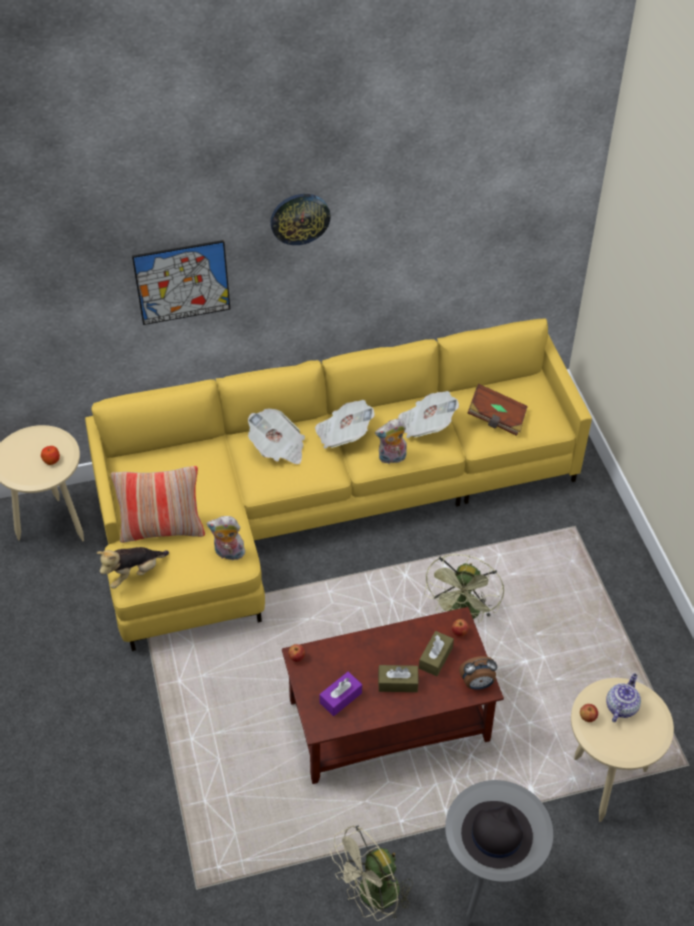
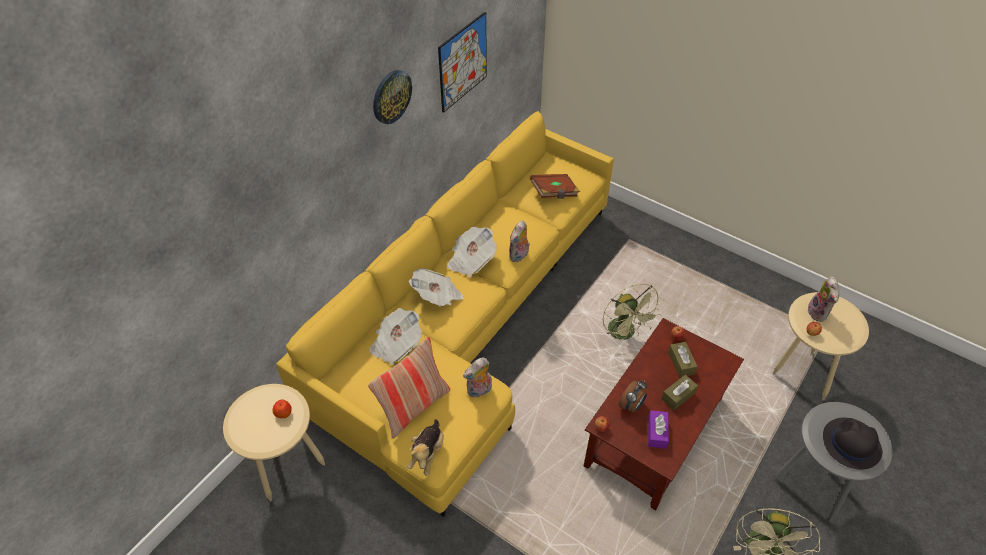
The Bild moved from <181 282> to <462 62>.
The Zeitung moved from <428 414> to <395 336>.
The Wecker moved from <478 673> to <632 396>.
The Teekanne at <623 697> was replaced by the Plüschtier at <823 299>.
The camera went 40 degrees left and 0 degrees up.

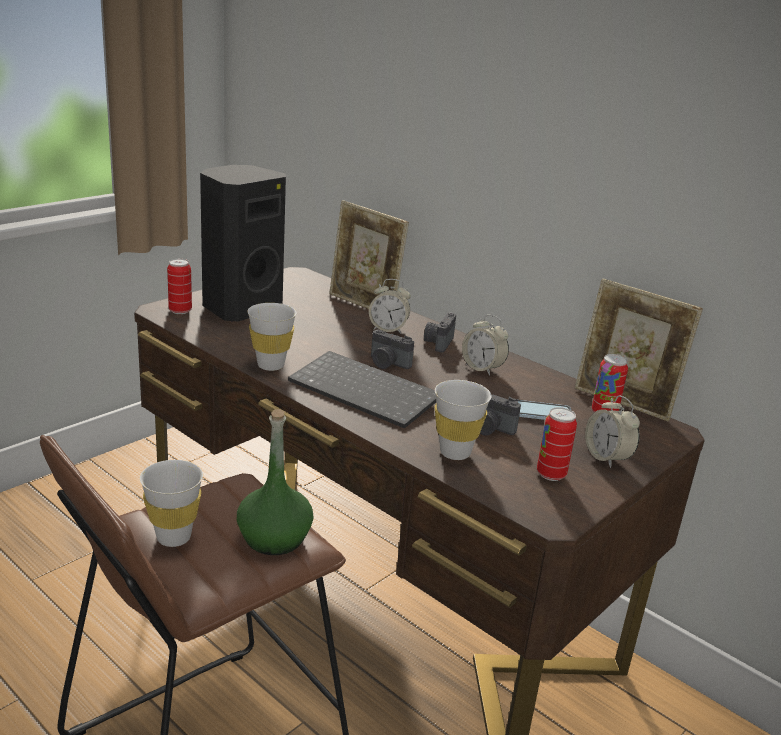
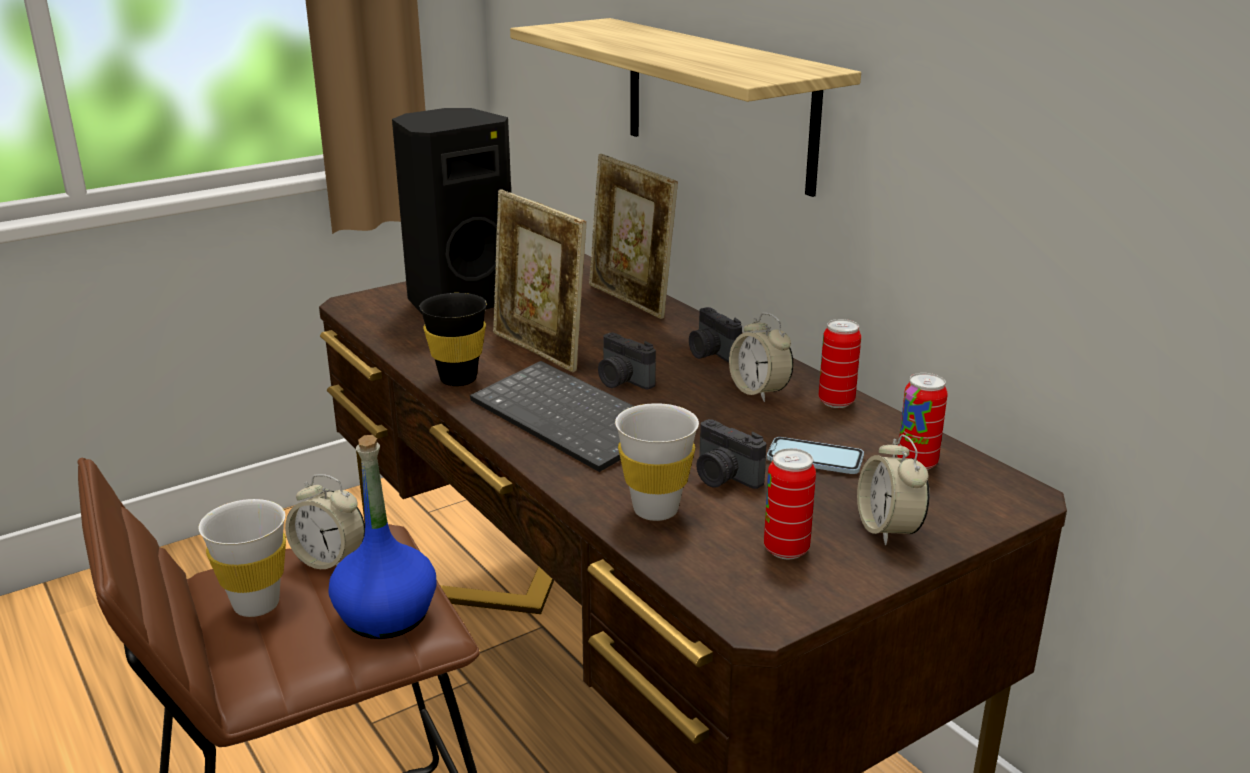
The Dose moved from <179 286> to <839 363>.
The Wecker moved from <390 306> to <325 521>.
The Bilderrahmen moved from <639 350> to <539 280>.
The Tasse [weiß] at <272 337> became the Tasse [schwarz] at <453 339>.
The Kamera at <440 332> turned 60 degrees counterclockwise.
The Flasche [grün] at <275 482> became the Flasche [blau] at <382 537>.
The Wandregal at <685 107> appeared.
The camera went 15 degrees right and 0 degrees up.

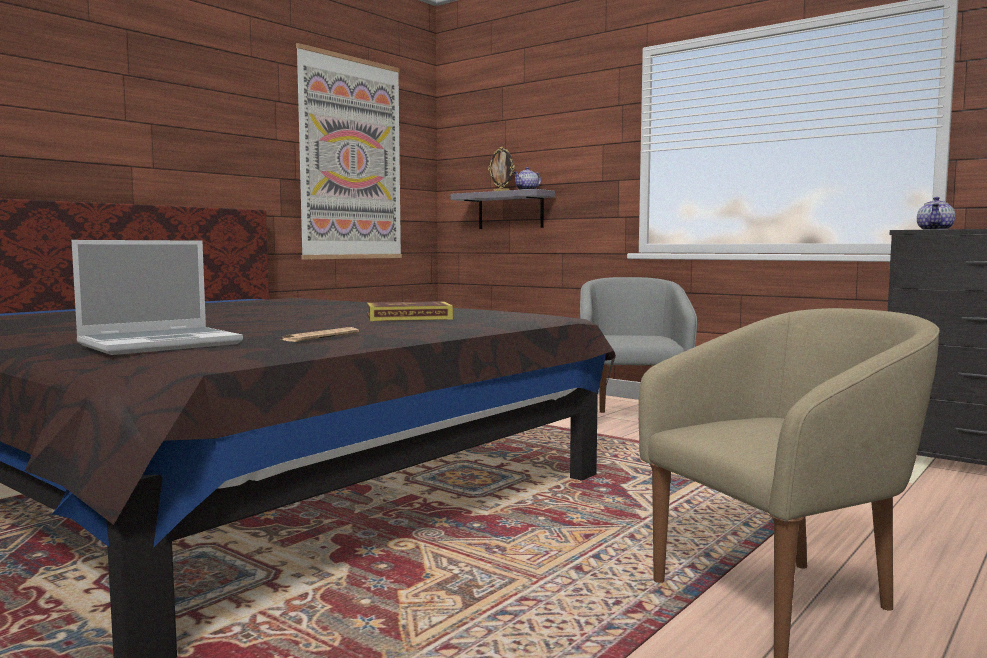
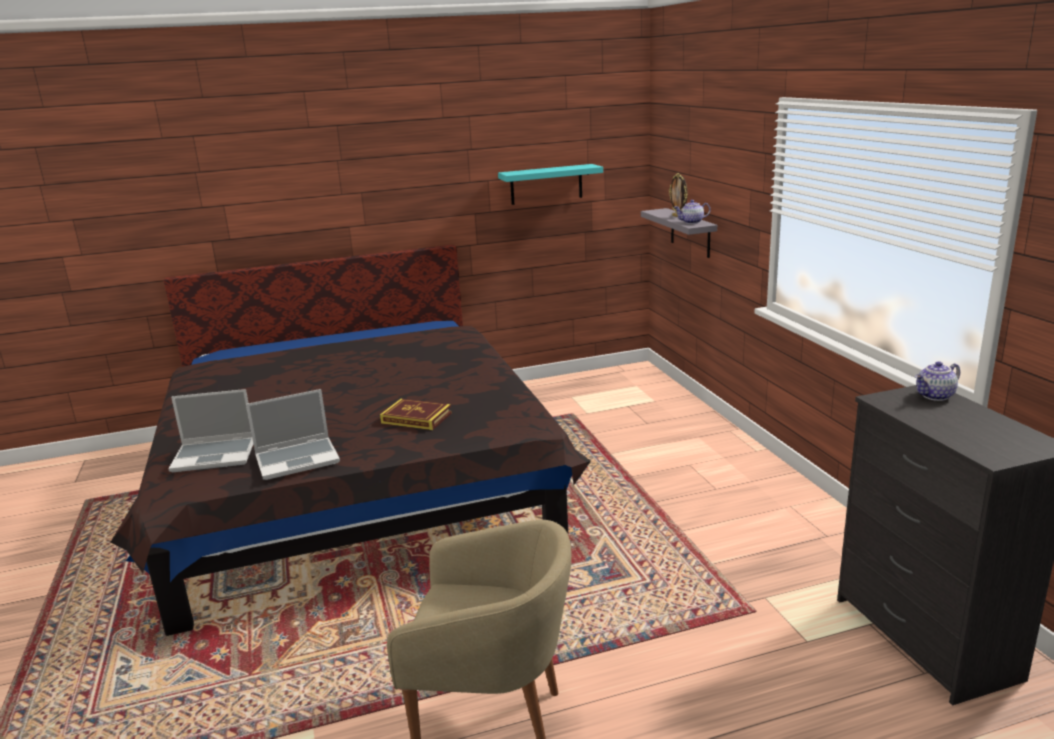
The Bild at <349 151> was replaced by the Wandregal [türkis] at <550 184>.
The Sessel [grau] at <638 345> disappeared.
The Zeitung at <320 334> was replaced by the Laptop at <293 434>.
The camera went 35 degrees right and 15 degrees up.

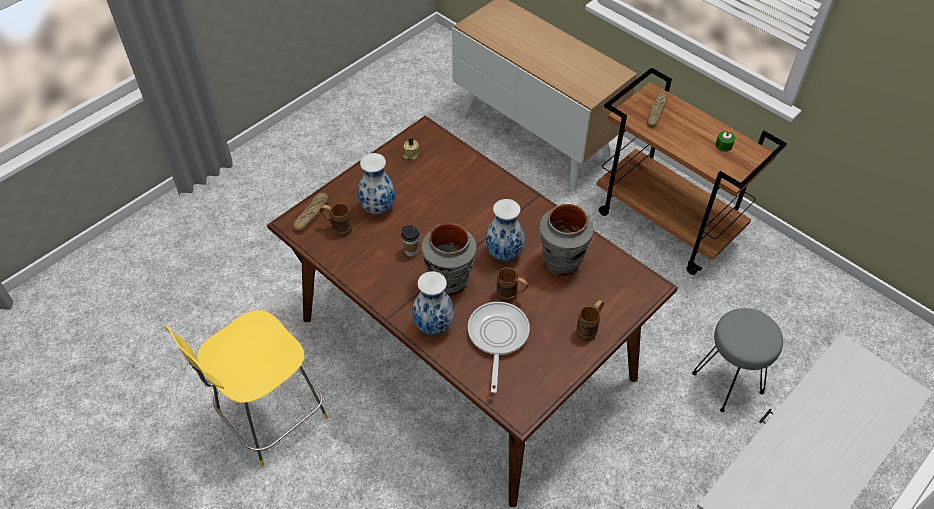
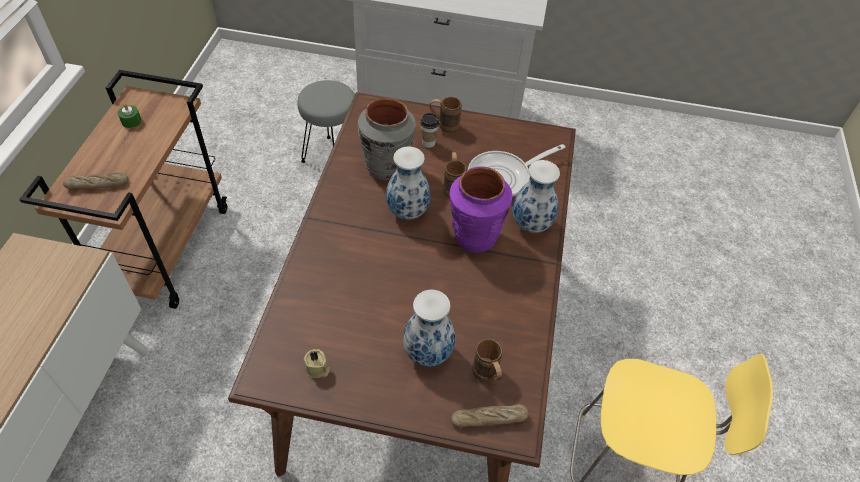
The Vase [grau] at <449 259> became the Vase [lila] at <480 209>.
The Tasse moved from <410 241> to <429 130>.
The camera went 125 degrees left and 0 degrees up.

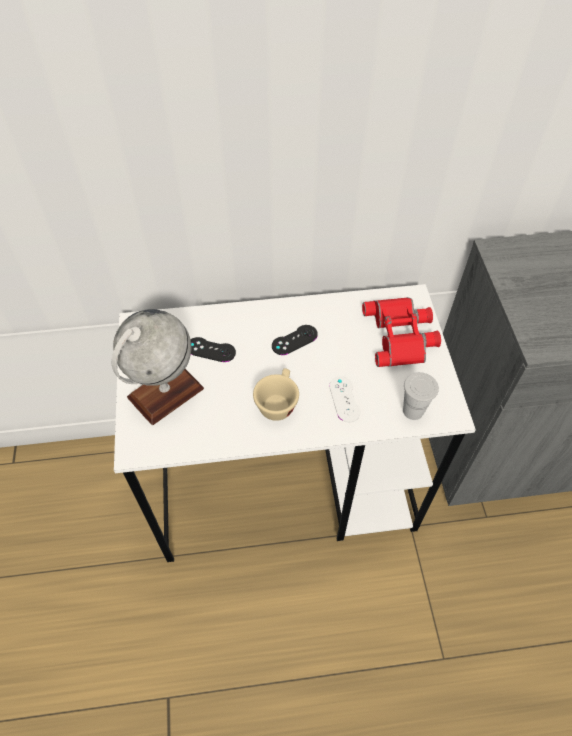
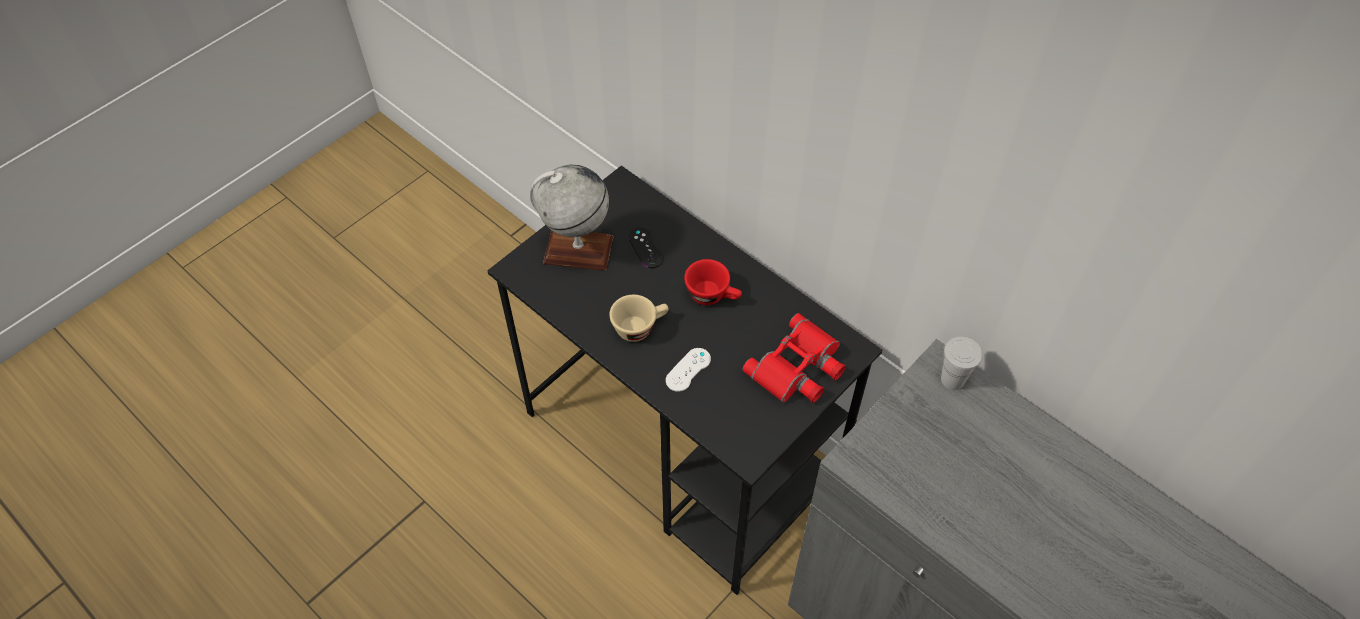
The Schreibtisch [weiß] at <295 423> became the Schreibtisch [schwarz] at <684 380>.
The Gamepad [schwarz] at <295 340> was replaced by the Tasse [rot] at <713 282>.
The Tasse [weiß] moved from <421 396> to <962 363>.
The camera went 50 degrees right and 0 degrees up.

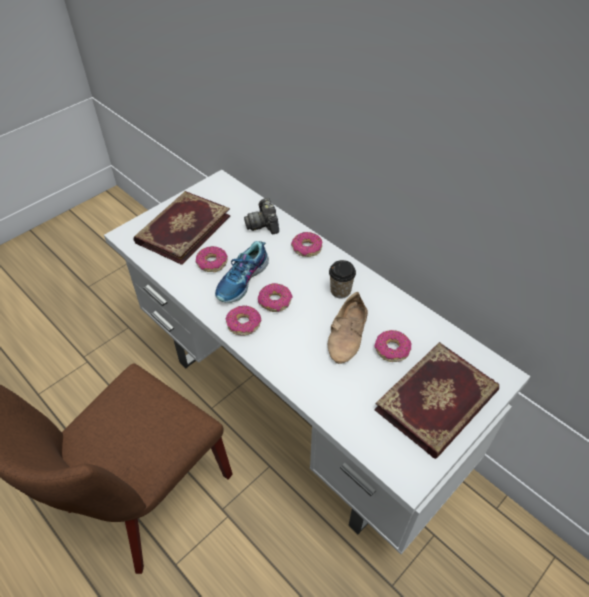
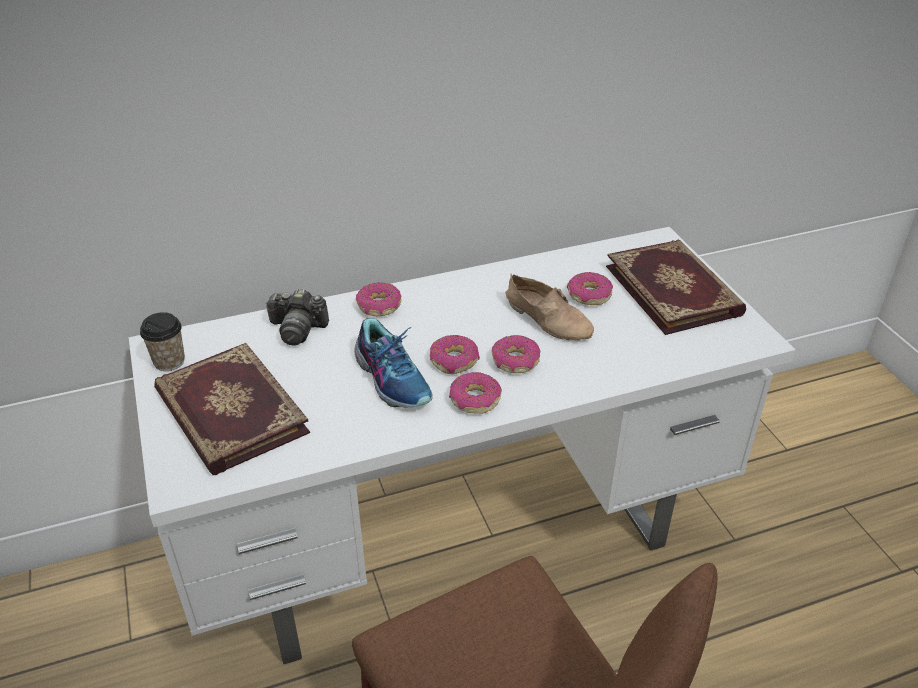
The Donut moved from <212 259> to <516 354>.
The Tasse moved from <342 279> to <162 341>.
The camera went 65 degrees left and 10 degrees down.

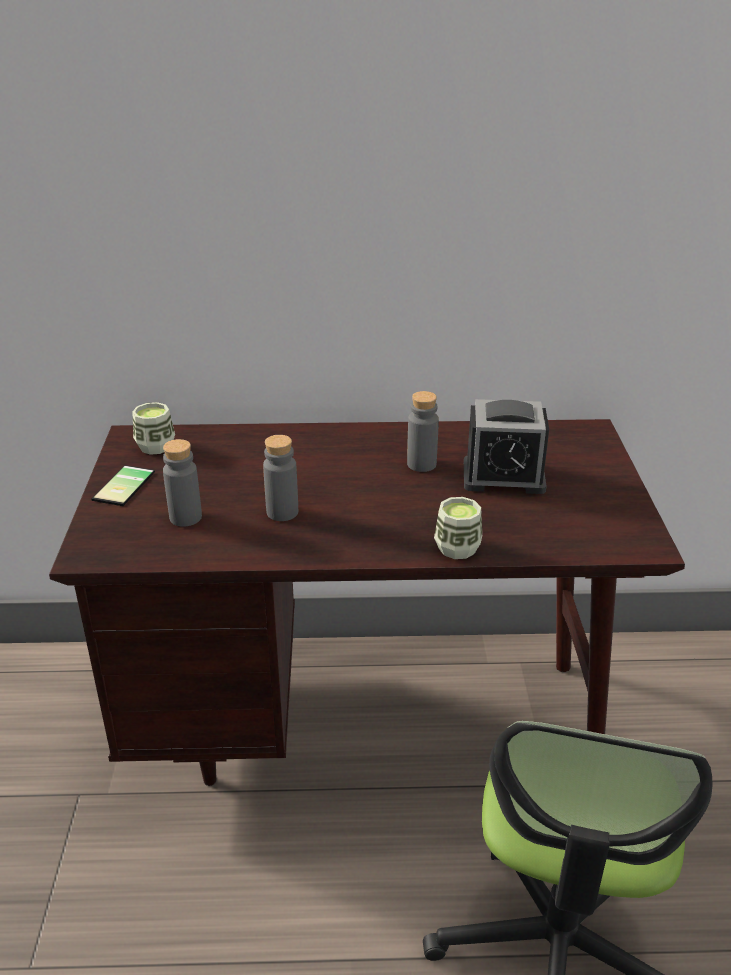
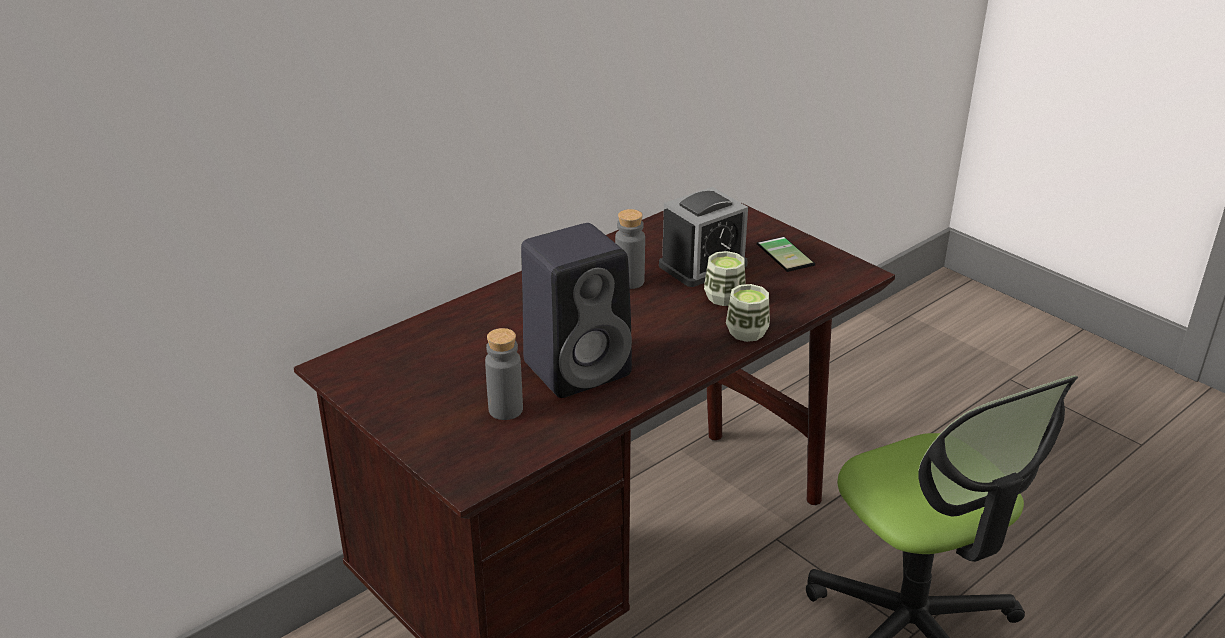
The Tasse moved from <153 428> to <725 278>.
The Flasche [grau] at <280 478> was replaced by the Lautsprecher [schwarz] at <576 310>.
The Handy moved from <123 485> to <786 254>.
The camera went 40 degrees left and 0 degrees up.

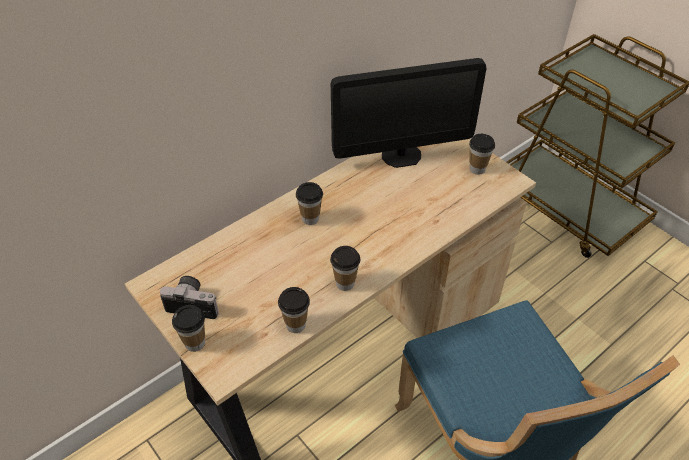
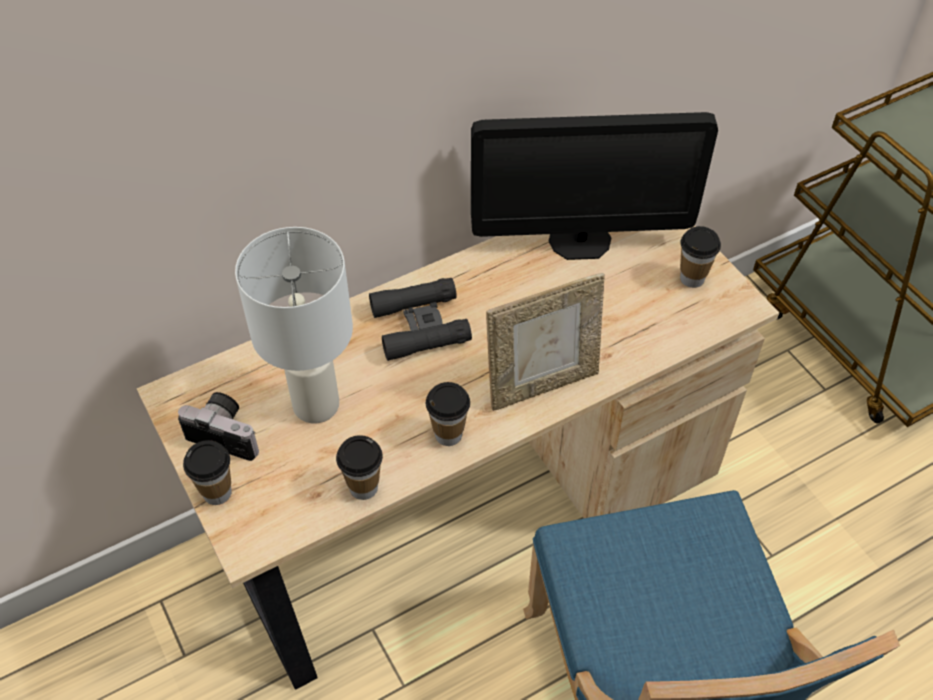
The Tasse at <309 203> was replaced by the Fernglas [schwarz] at <420 319>.
The Tischlampe [weiß] at <294 325> appeared.
The Bilderrahmen at <545 342> appeared.
The camera went 10 degrees right and 5 degrees up.

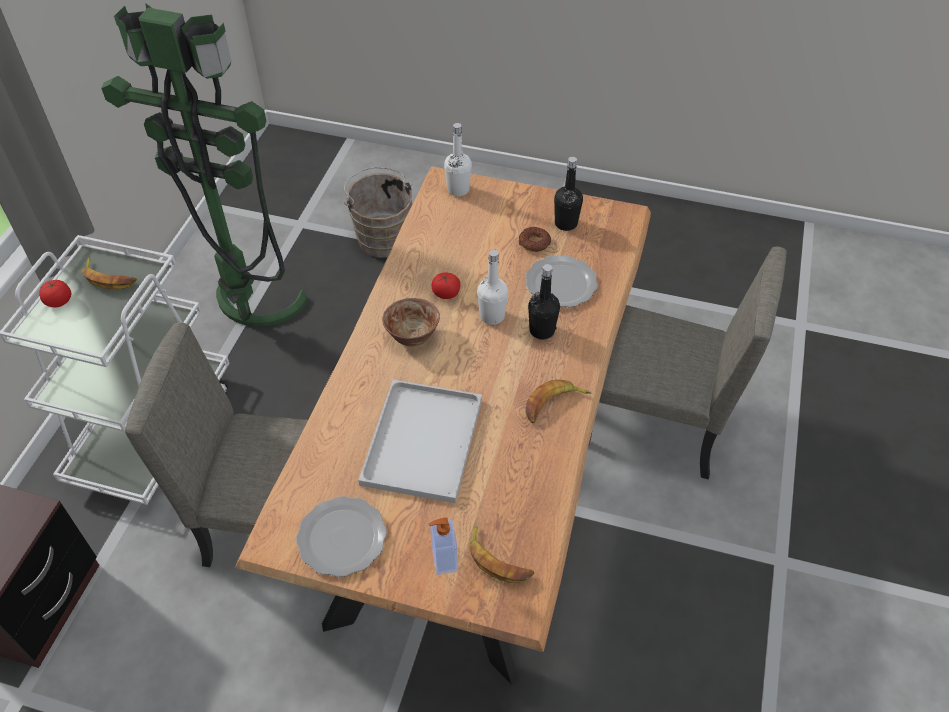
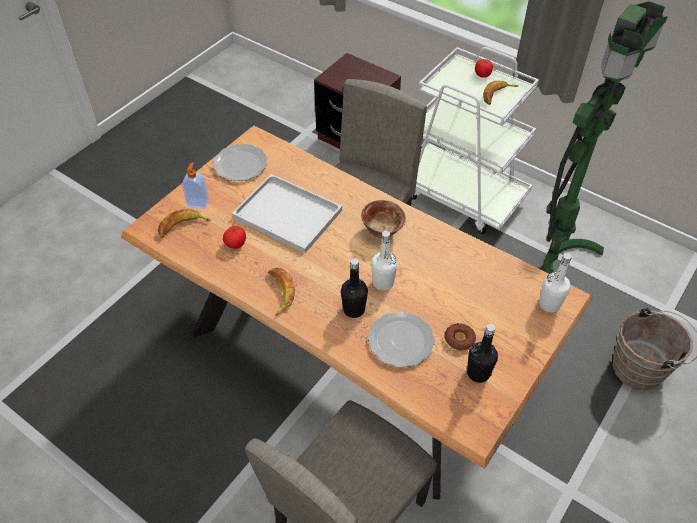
The Tomate moved from <446 285> to <234 237>.
The camera went 110 degrees right and 0 degrees up.

